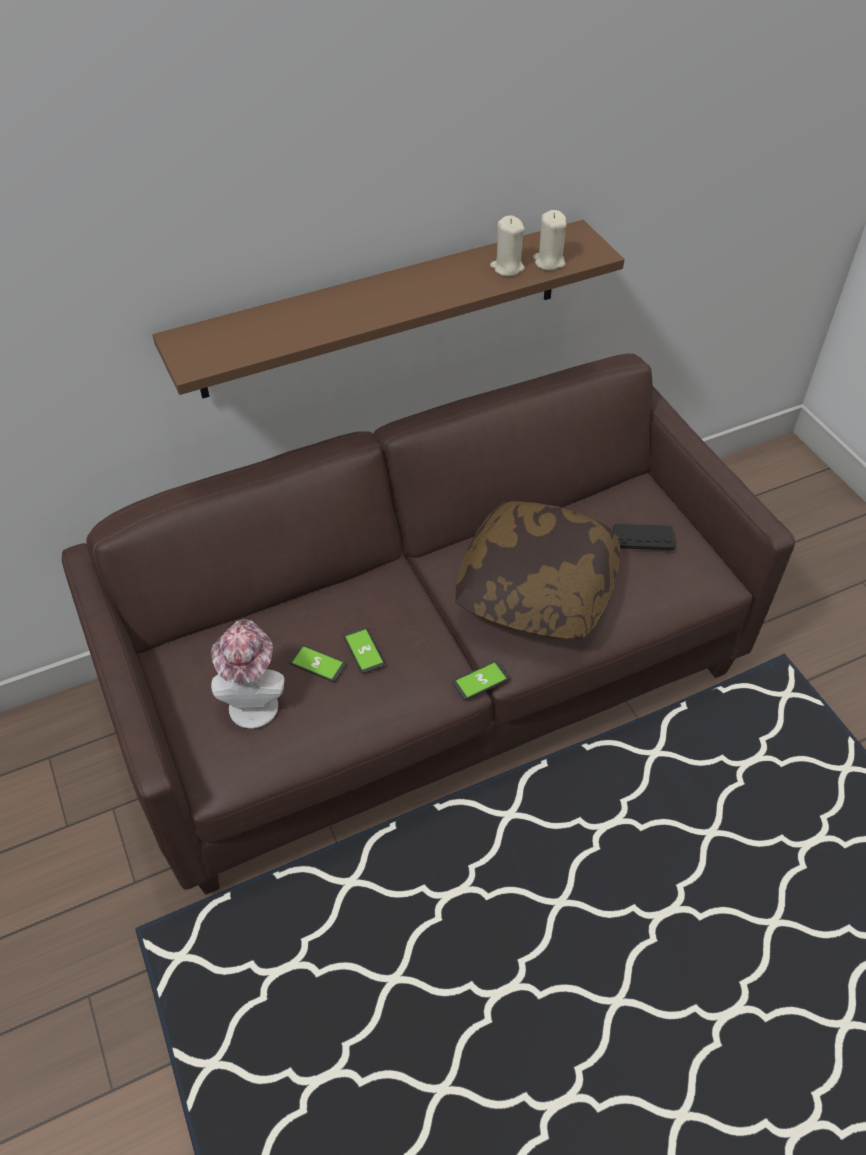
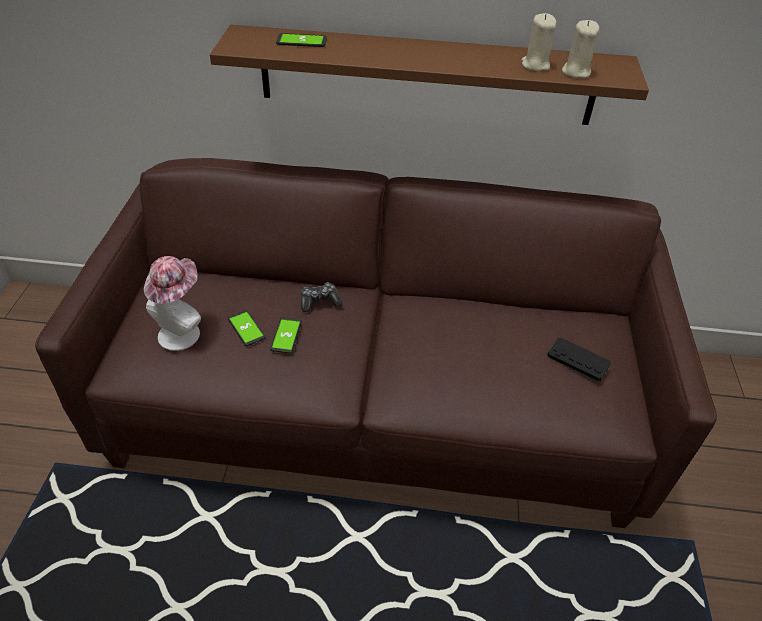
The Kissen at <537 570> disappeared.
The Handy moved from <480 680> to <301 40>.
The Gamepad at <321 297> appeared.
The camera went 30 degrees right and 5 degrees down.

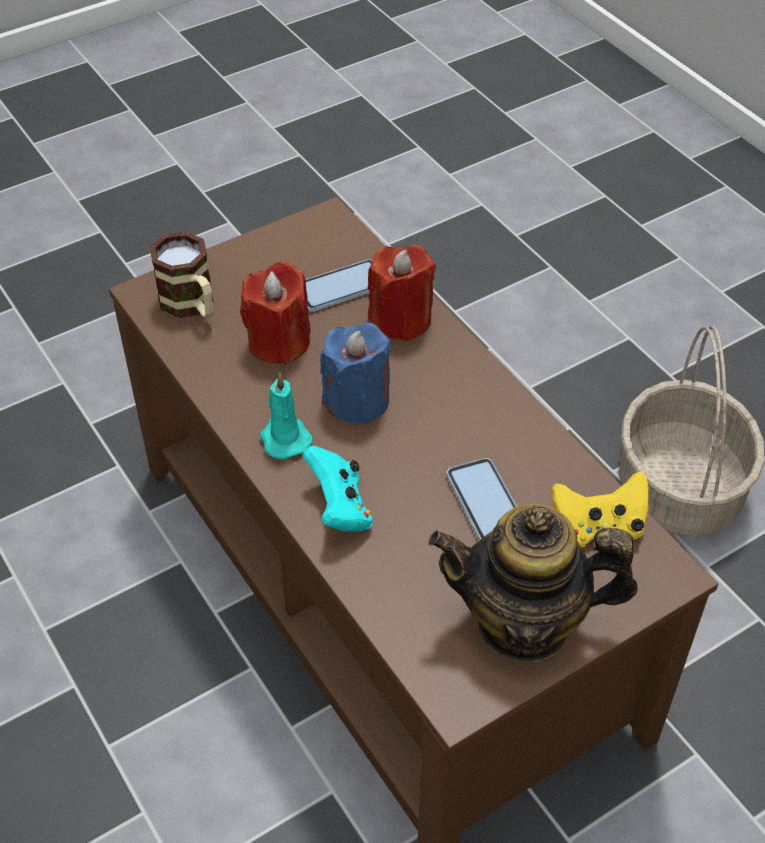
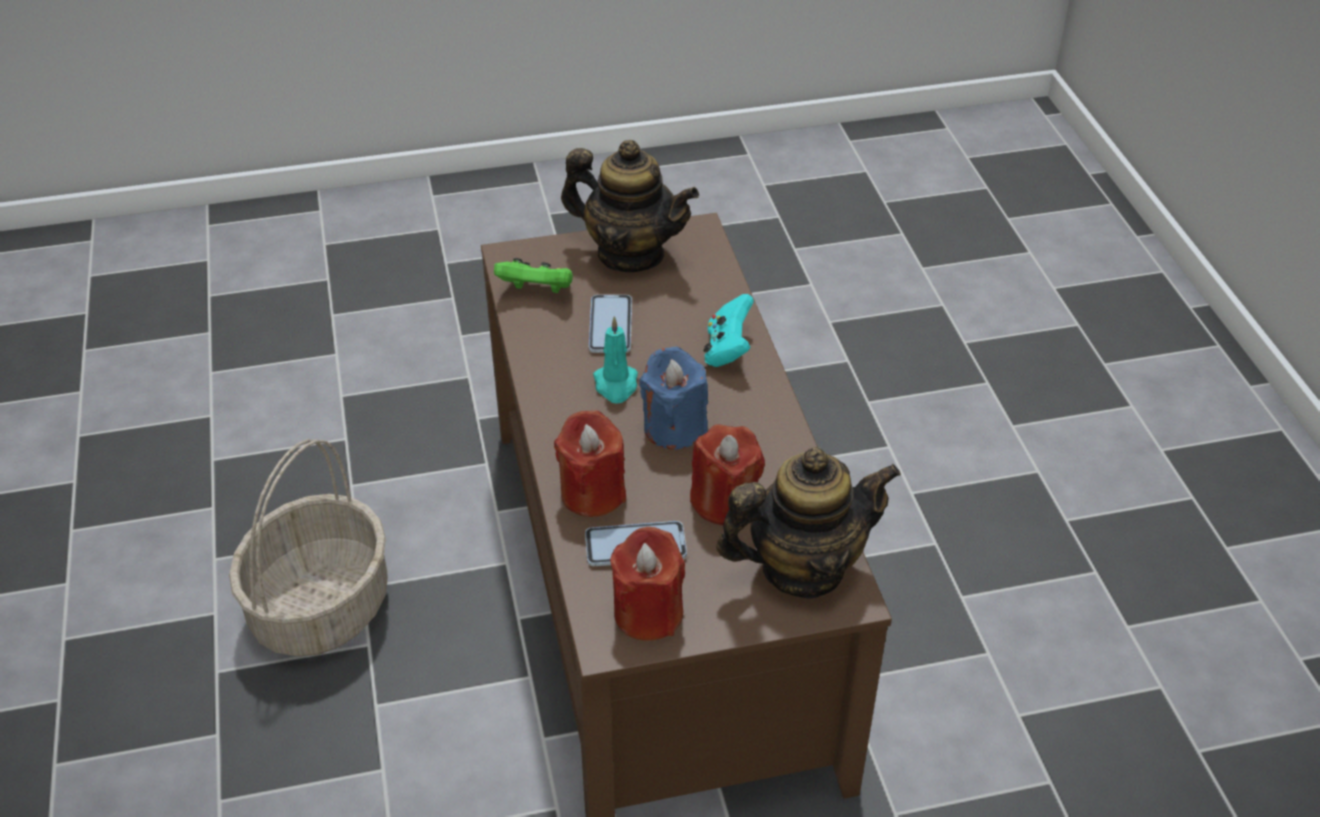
The Henkelbecher at <181 274> was replaced by the Teekanne at <808 523>.
The Kerze [türkis] moved from <286 415> to <615 360>.
The Gamepad [gelb] at <600 509> became the Gamepad [grün] at <533 275>.
The Kerze [rot] at <647 584> appeared.
The camera went 160 degrees left and 5 degrees down.

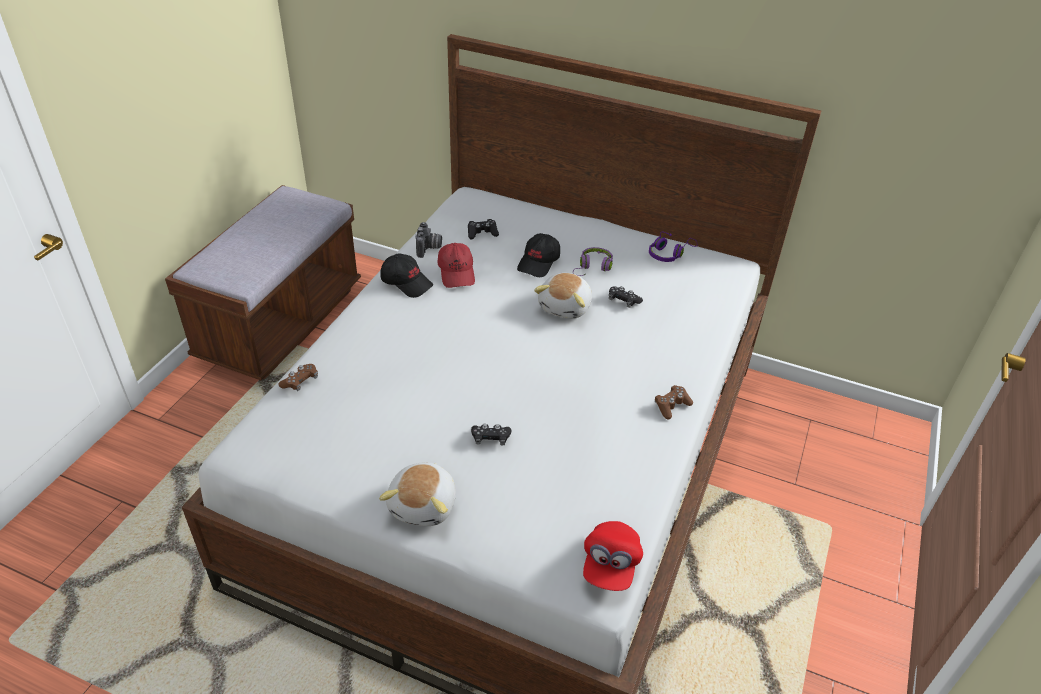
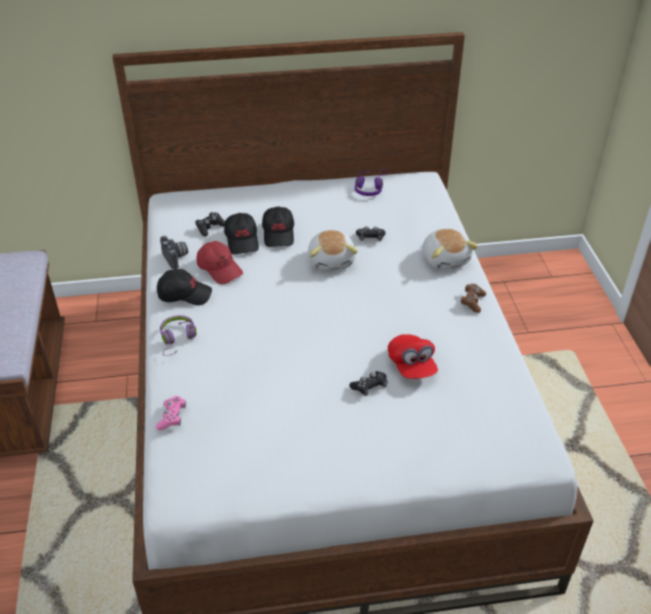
The Kopfhörer [lila] moved from <593 261> to <178 335>.
The Gamepad [braun] at <298 377> became the Gamepad [rosa] at <171 413>.
The Plüschtier moved from <417 494> to <451 249>.
The Kappe [rot] moved from <613 556> to <413 356>.
The Kappe [schwarz] at <241 234> appeared.
The camera went 30 degrees left and 0 degrees up.

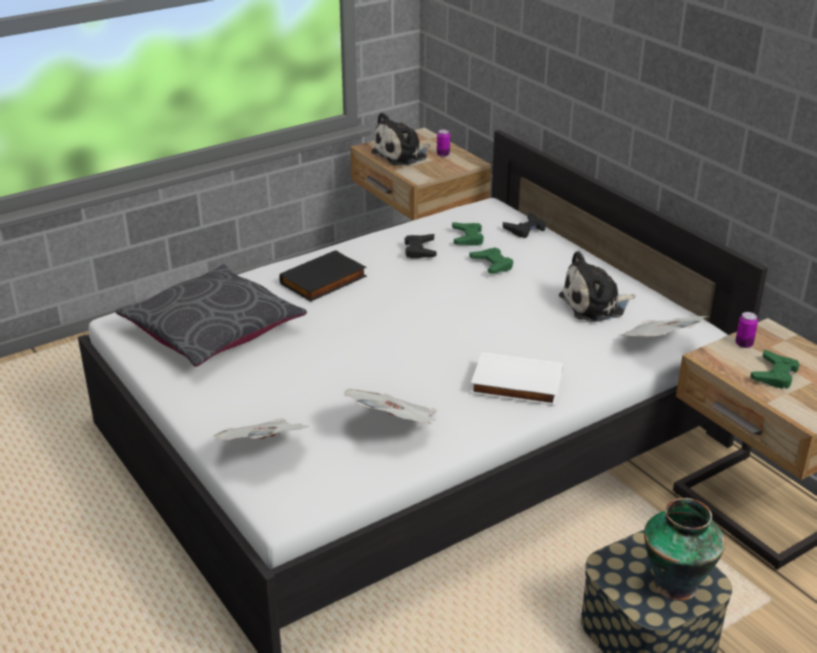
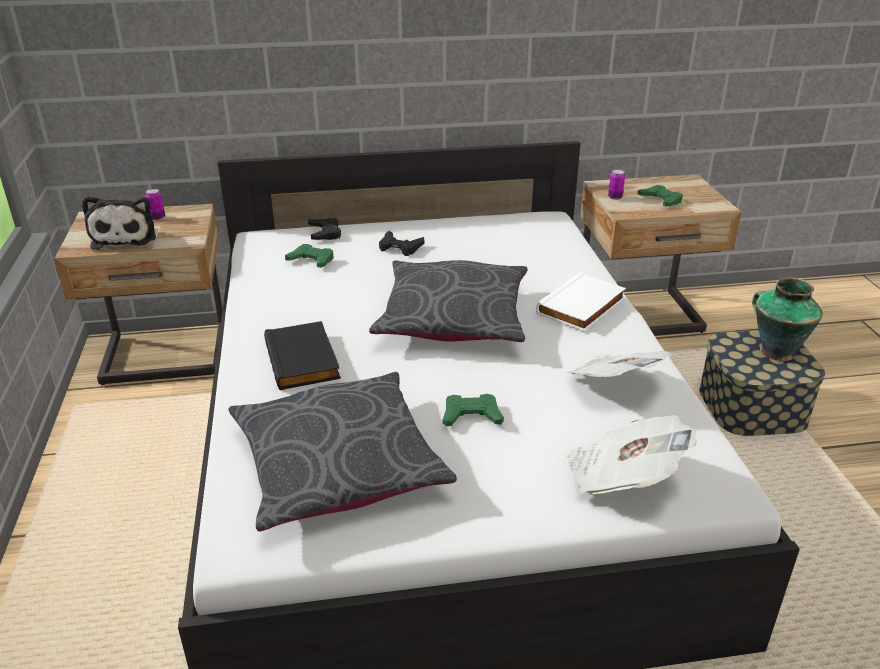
The Gamepad [schwarz] moved from <420 246> to <402 243>.
The Gamepad [grün] moved from <491 260> to <473 410>.
The Plüschtier at <597 286> disappeared.
The Zeitung at <663 326> disappeared.
The Kissen [grau] at <448 301> appeared.
The camera went 65 degrees left and 0 degrees up.

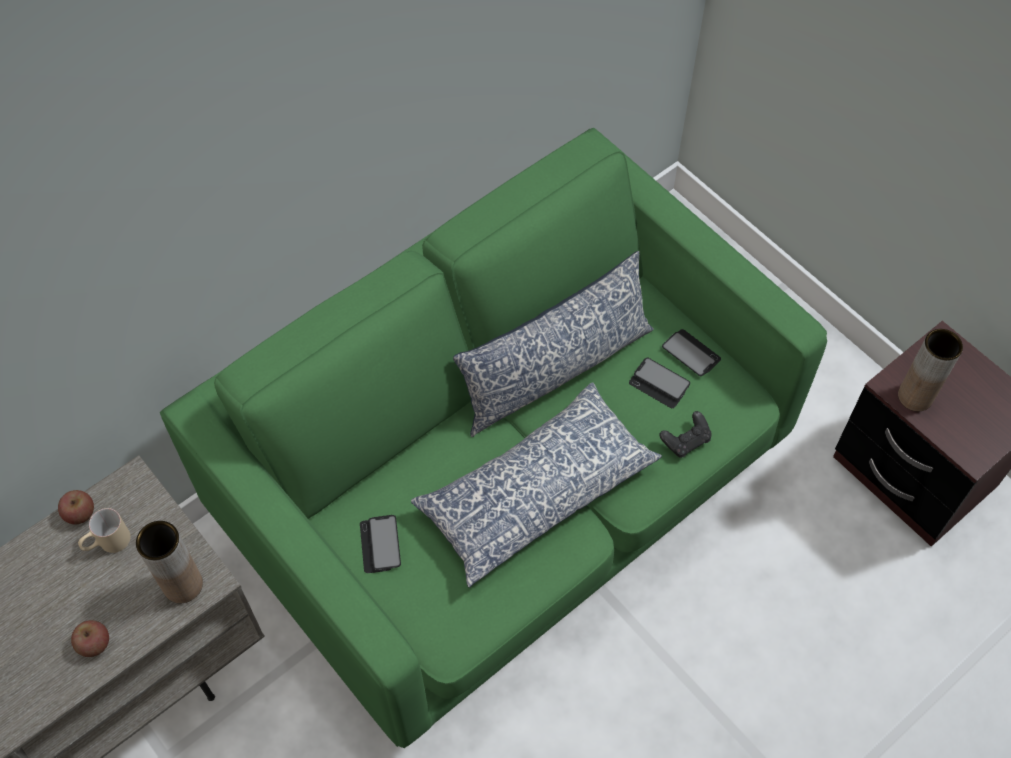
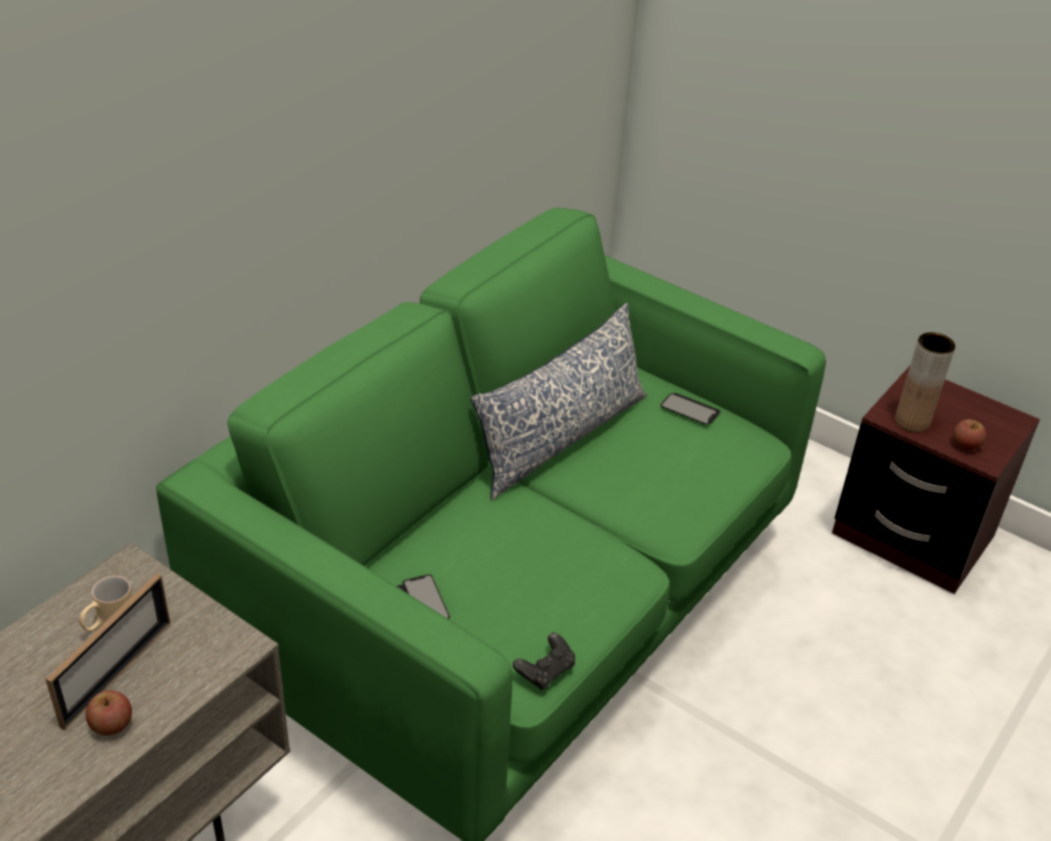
The Handy at <659 382> disappeared.
The Kissen at <536 485> disappeared.
The Gamepad [schwarz] moved from <685 434> to <544 661>.
The Apfel moved from <76 507> to <969 434>.
The Vase [braun] at <169 562> disappeared.
The Bilderrahmen at <108 651> appeared.
The camera went 15 degrees left and 20 degrees down.

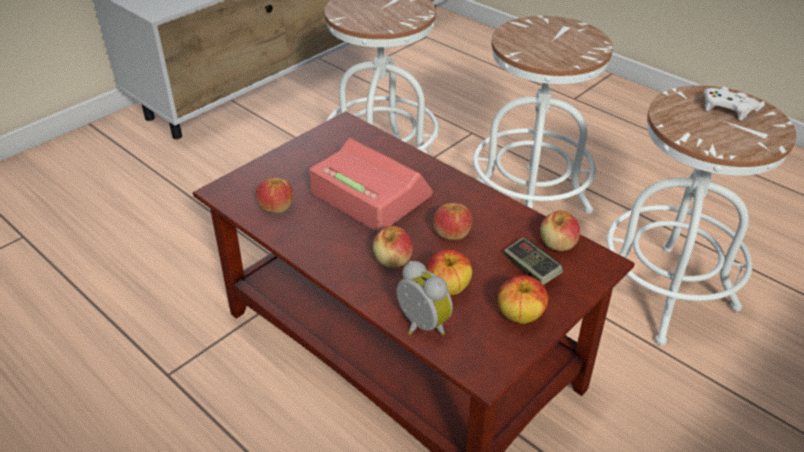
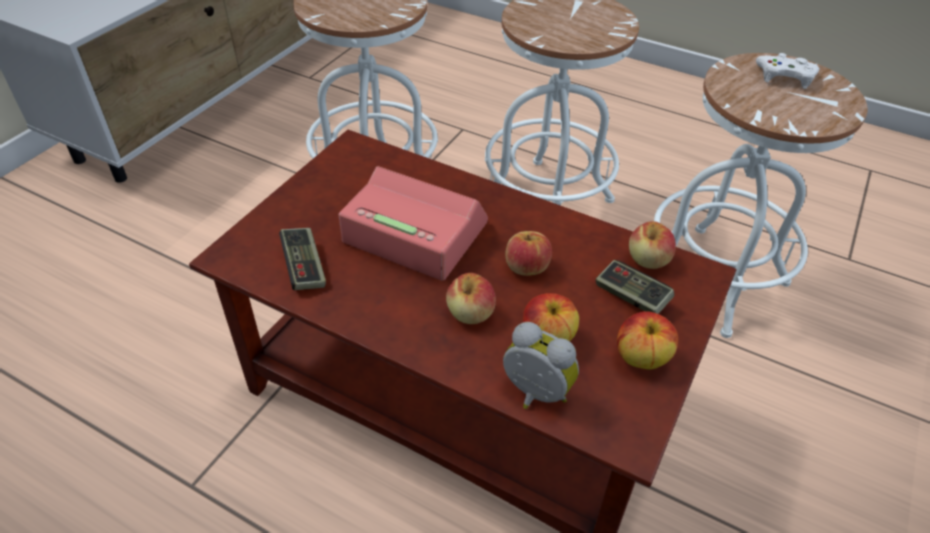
The Apfel at <274 195> was replaced by the Gamepad at <302 259>.
The camera went 15 degrees left and 5 degrees up.

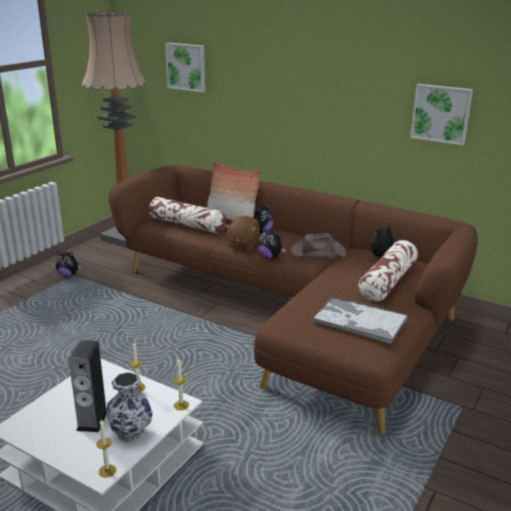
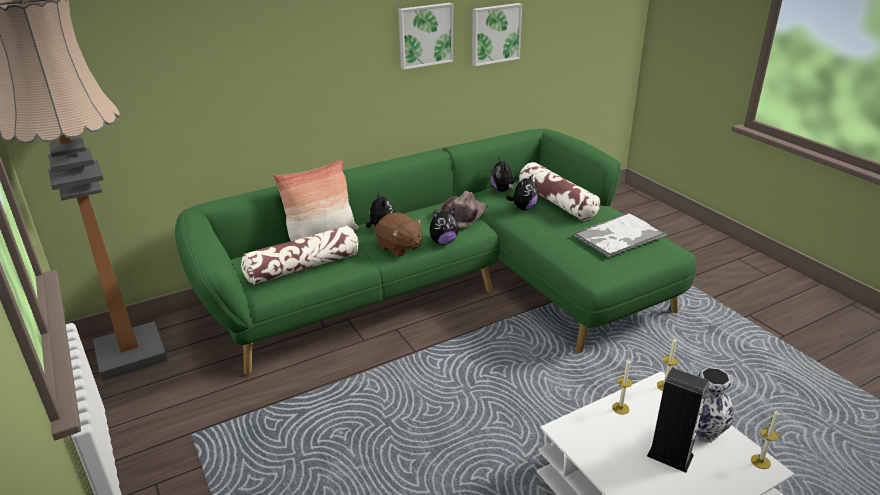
The Bild moved from <185 67> to <425 36>.
The Sofa [braun] at <293 300> became the Sofa [grün] at <435 252>.
The Plüschtier moved from <69 264> to <522 192>.
The camera went 60 degrees left and 5 degrees up.

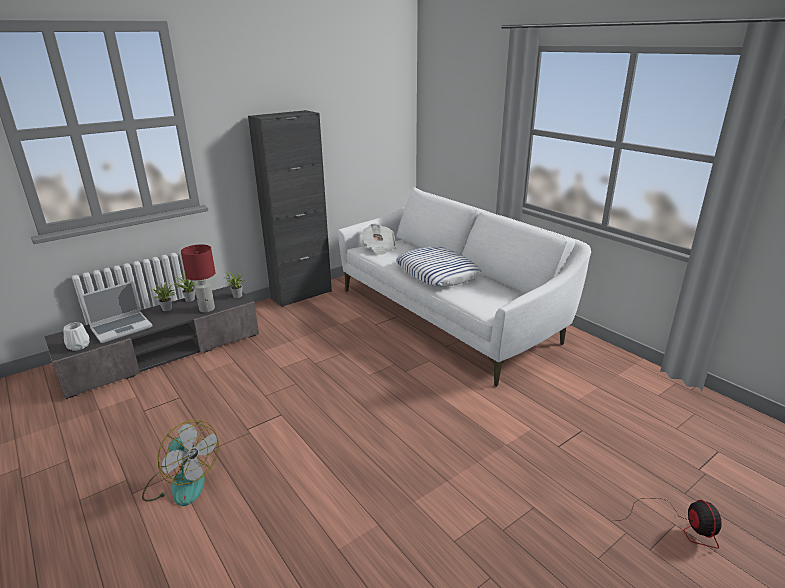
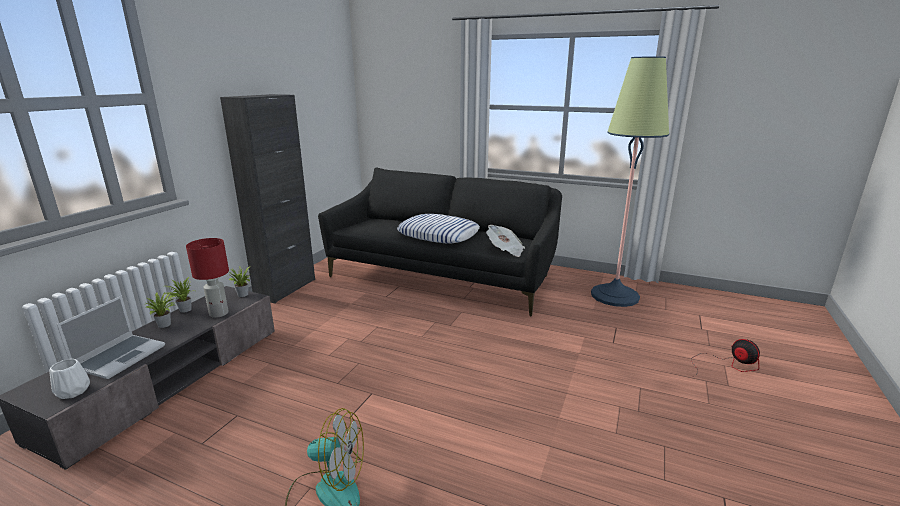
The Sofa [weiß] at <464 287> became the Sofa [schwarz] at <440 241>.
The Zeitung moved from <379 239> to <505 241>.
The Stehlampe at <630 181> appeared.
The camera went 30 degrees left and 5 degrees down.

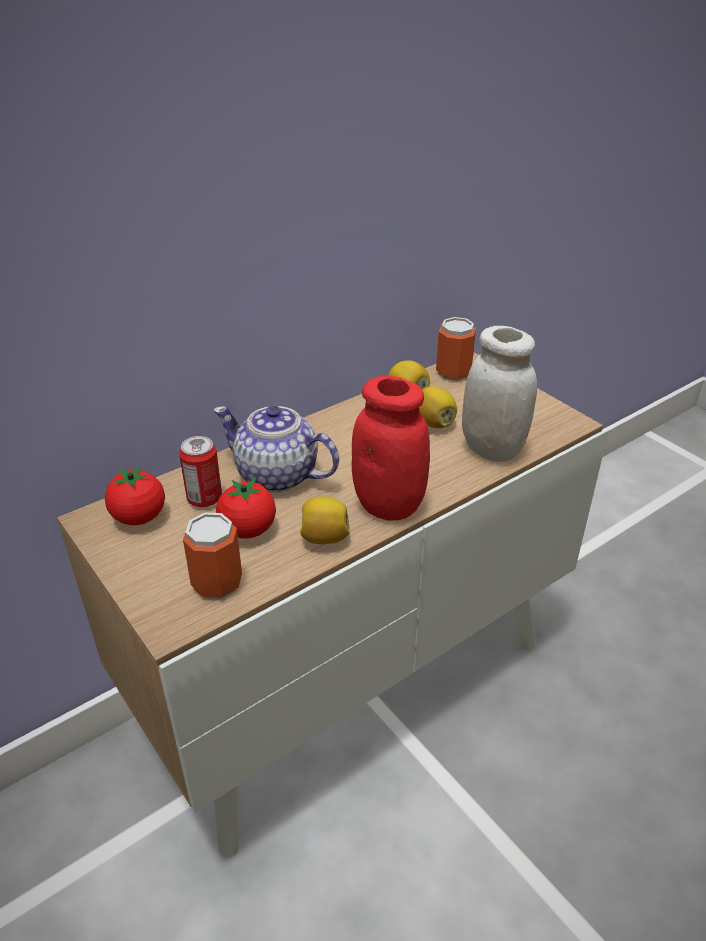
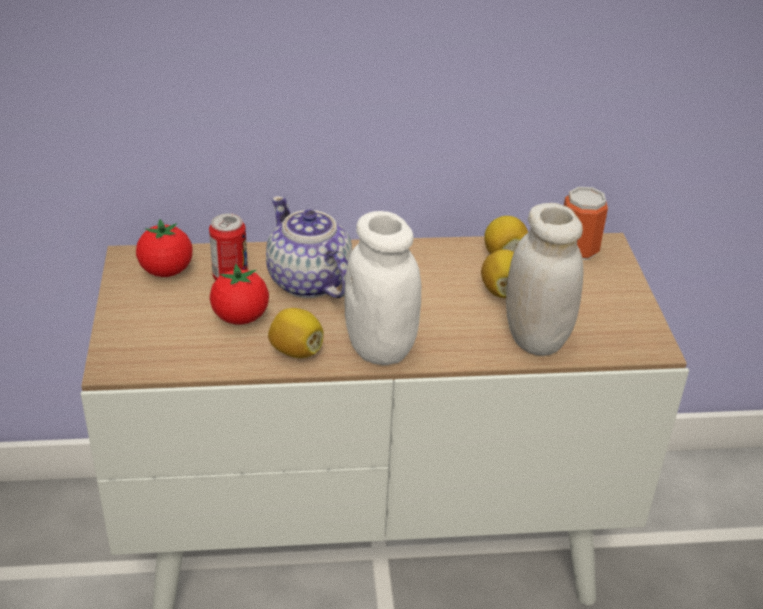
The Vorratsglas [rot] at <391 448> became the Vorratsglas [weiß] at <383 288>.
The Dose at <212 555> disappeared.
The camera went 30 degrees right and 0 degrees up.

